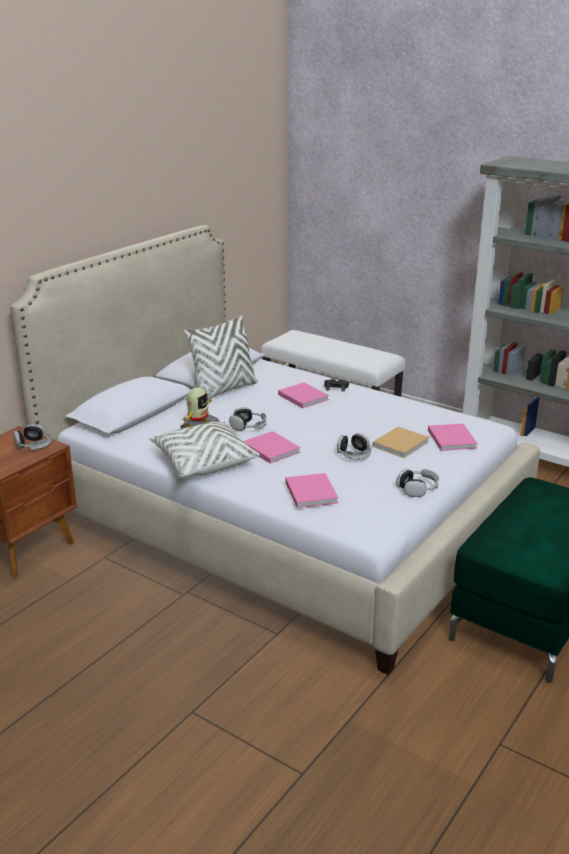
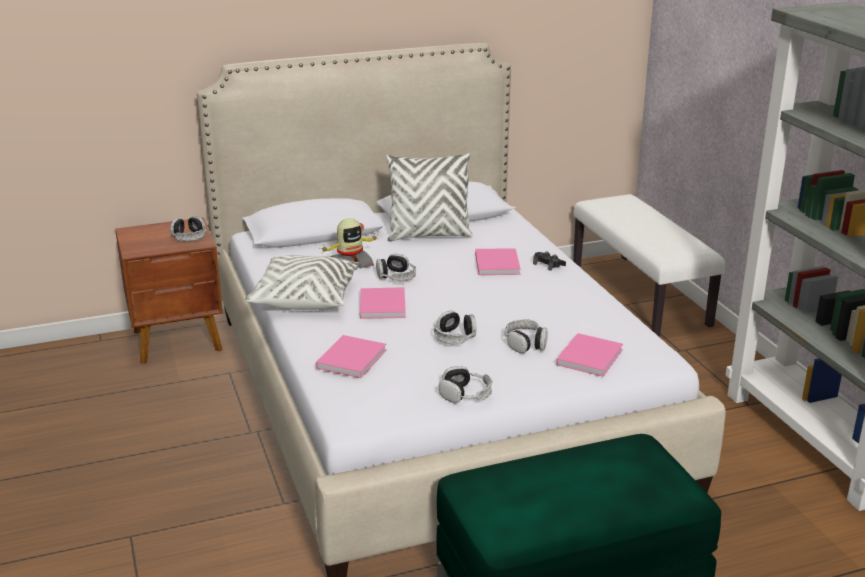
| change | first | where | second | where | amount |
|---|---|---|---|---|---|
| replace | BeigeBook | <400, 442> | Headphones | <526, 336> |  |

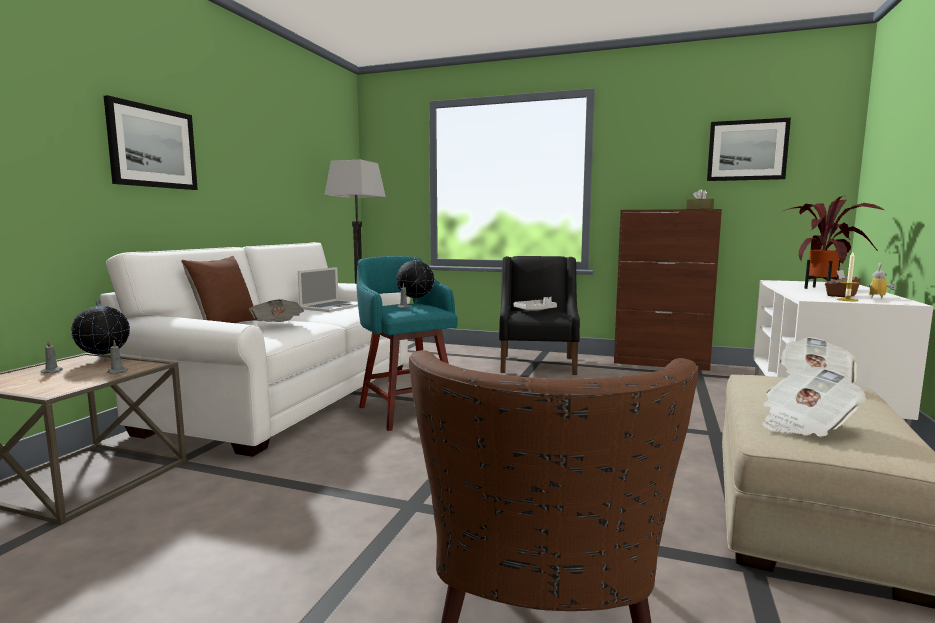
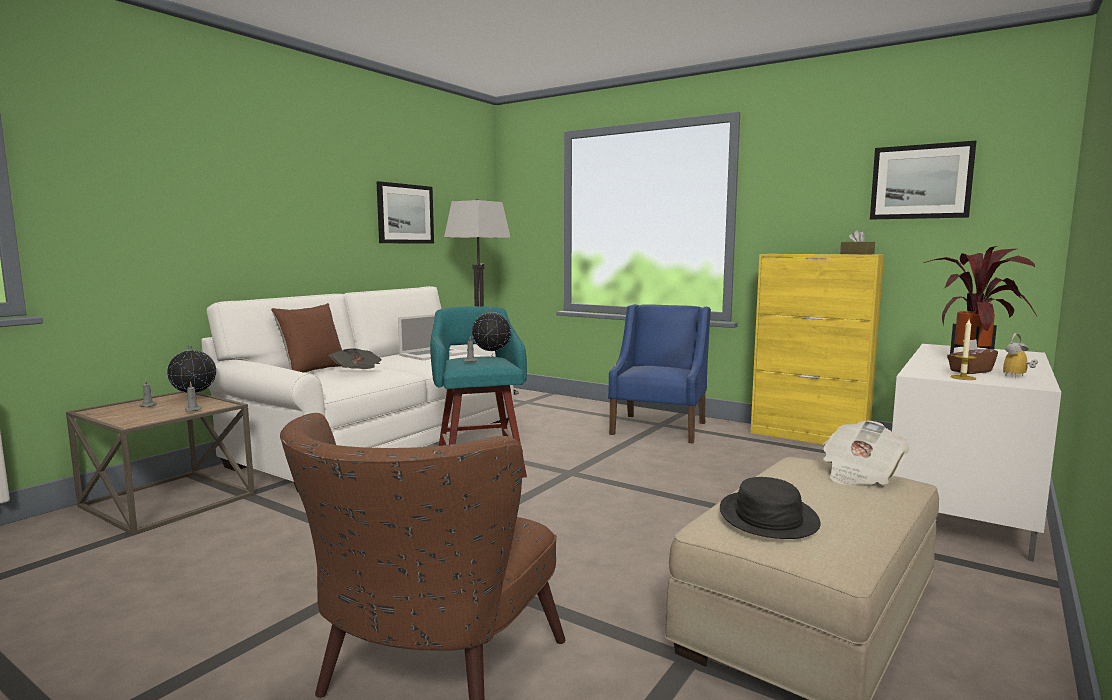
| change | first | where | second | where | amount |
|---|---|---|---|---|---|
| move | Picture | <151, 142> |  | <405, 212> |  |
| recolor | BrownCabinet | <668, 290> | YellowCabinet | <817, 349> |  |
| recolor | BlackArmchair | <539, 315> | BlueArmchair | <659, 374> |  |
| delete | GreyTray | <535, 304> |  |  |  |
| replace | Newspaper | <814, 403> | BlackHat | <770, 508> |  |

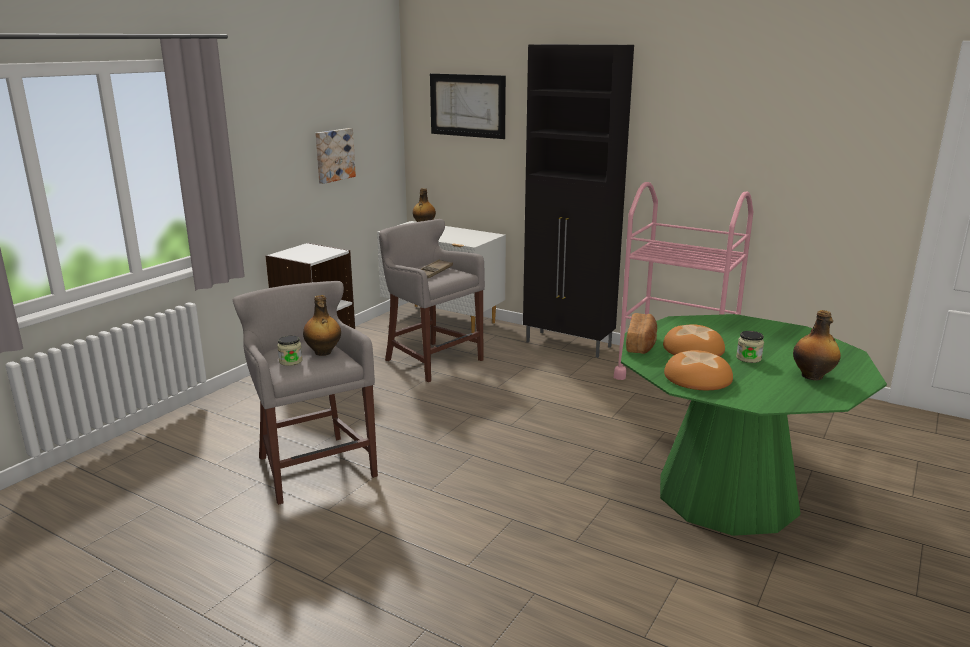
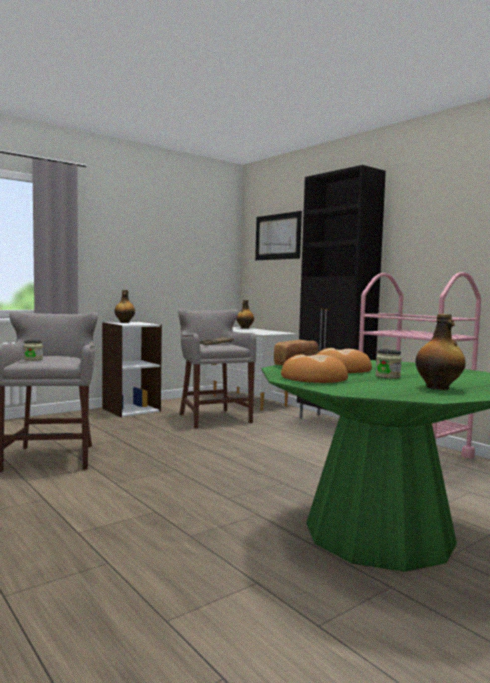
| change | first | where | second | where | amount |
|---|---|---|---|---|---|
| delete | Picture | <335, 156> |  |  |  |
| move | Bottle | <322, 325> |  | <125, 306> |  |

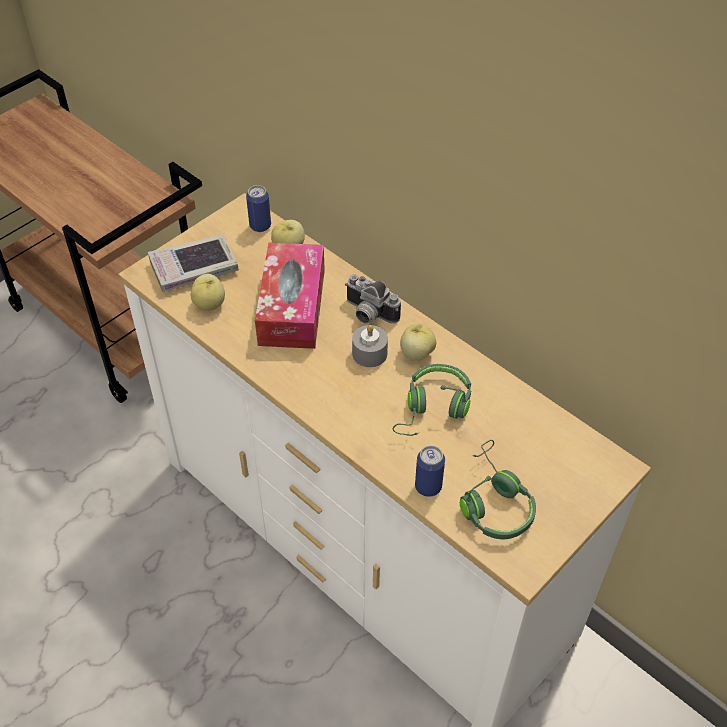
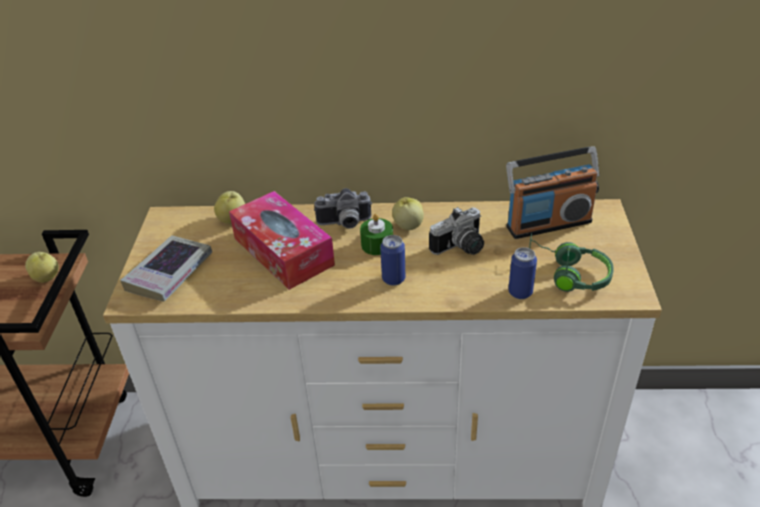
| change | first | where | second | where | amount |
|---|---|---|---|---|---|
| move | Can | <258, 208> |  | <392, 260> |  |
| move | Apple | <208, 292> |  | <42, 267> |  |
| recolor | GreyCandle | <370, 346> | GreenCandle | <376, 234> |  |
| replace | GreenHeadphones | <432, 400> | PhotoCamera | <456, 231> |  |
| insert |  |  | Radio | <553, 193> |  |

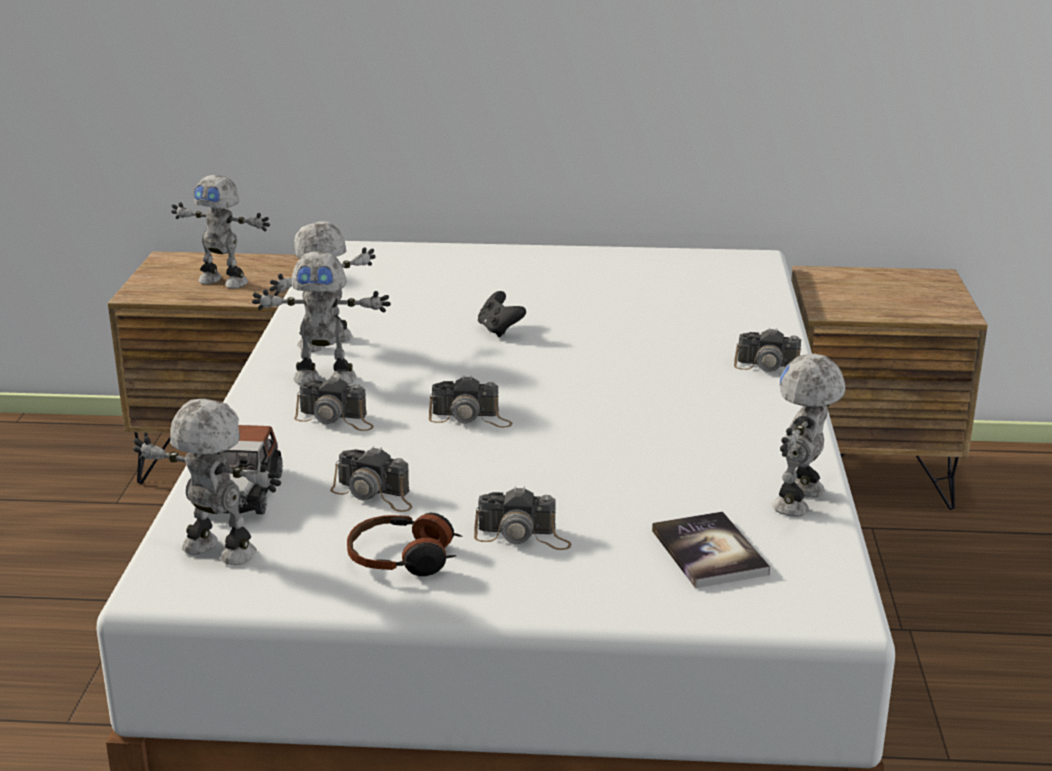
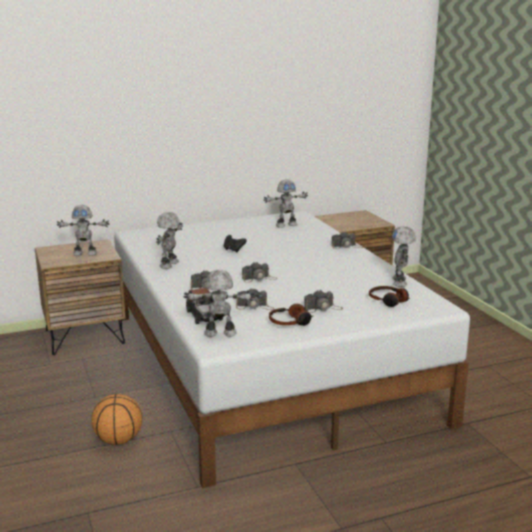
| change | first | where | second | where | amount |
|---|---|---|---|---|---|
| move | ToyRobot | <321, 318> |  | <286, 203> |  |
| replace | Book | <711, 549> | Headphones | <389, 296> |  |
| insert |  |  | Basketball | <116, 419> |  |

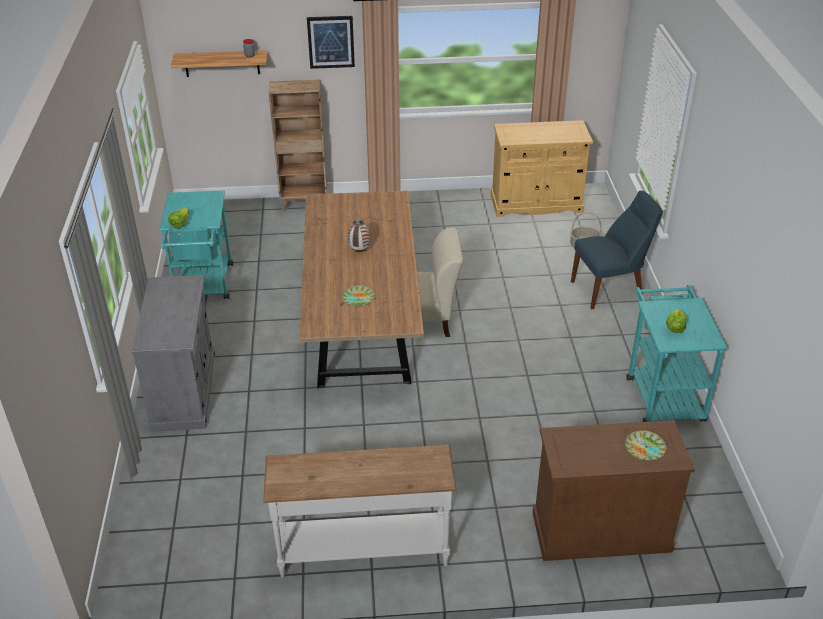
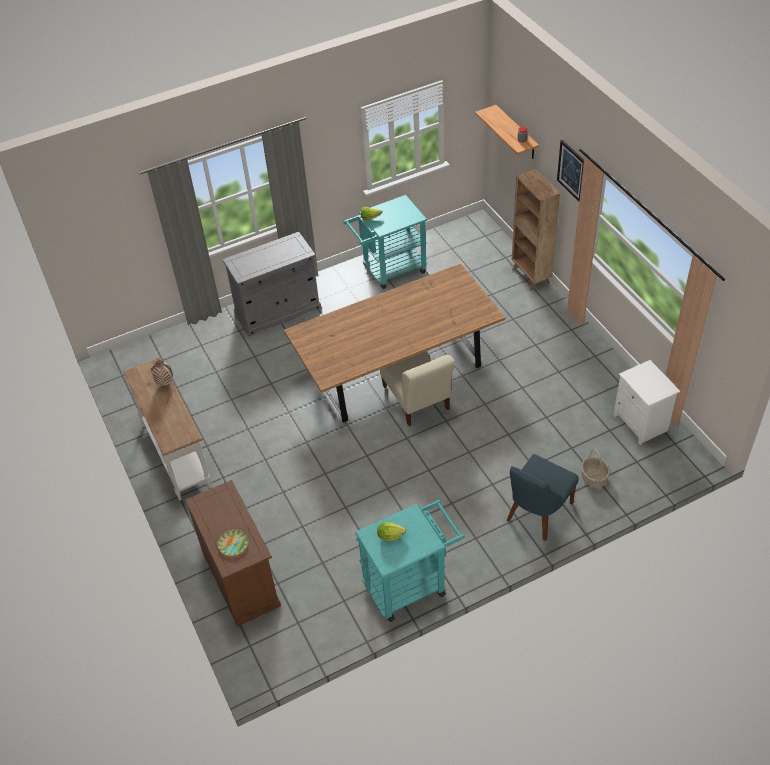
| change | first | where | second | where | amount |
|---|---|---|---|---|---|
| replace | BeigeCabinet | <542, 168> | WhiteNightstand | <646, 402> |  |
| rotate | BlueChair | <617, 250> |  | <542, 497> | 75 degrees clockwise |
| move | Vase | <359, 235> |  | <162, 373> |  |
| delete | Plate | <358, 295> |  |  |  |

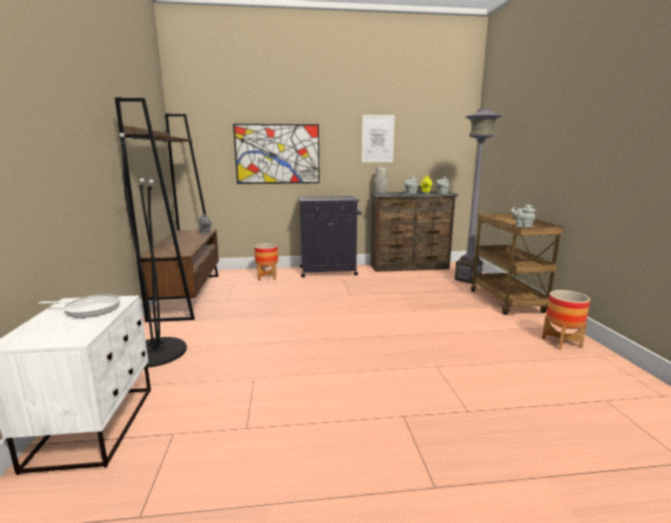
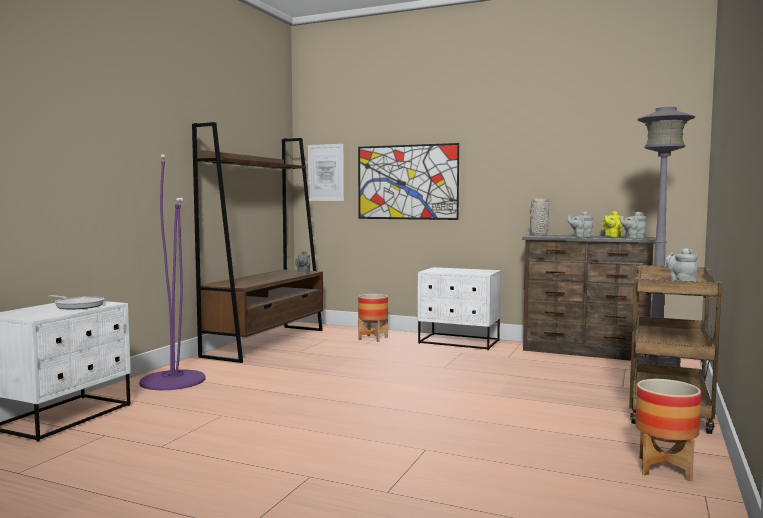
| change | first | where | second | where | amount |
|---|---|---|---|---|---|
| move | Picture | <378, 138> |  | <326, 172> |  |
| recolor | BlackFloorLamp | <153, 250> | PurpleFloorLamp | <172, 272> |  |
| replace | BlackCabinet | <329, 237> | WhiteNightstand | <459, 308> |  |

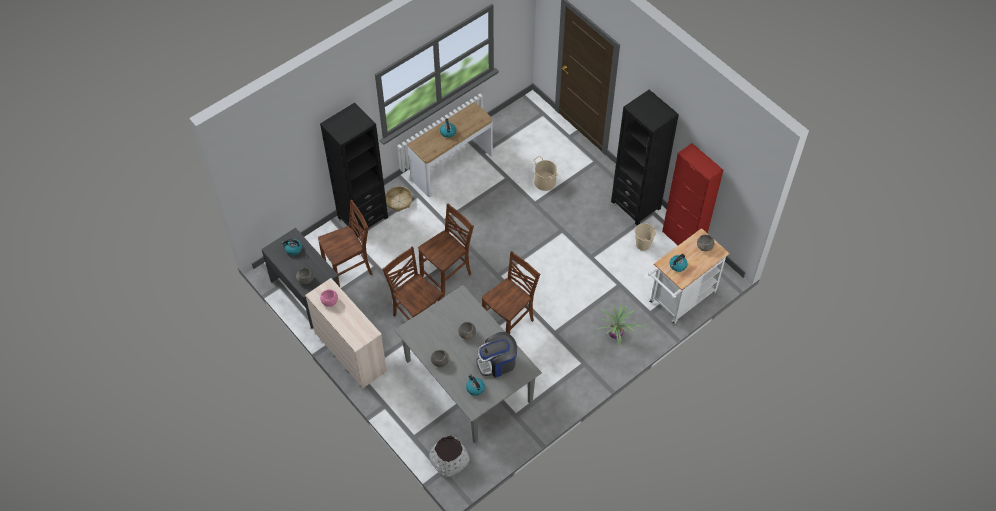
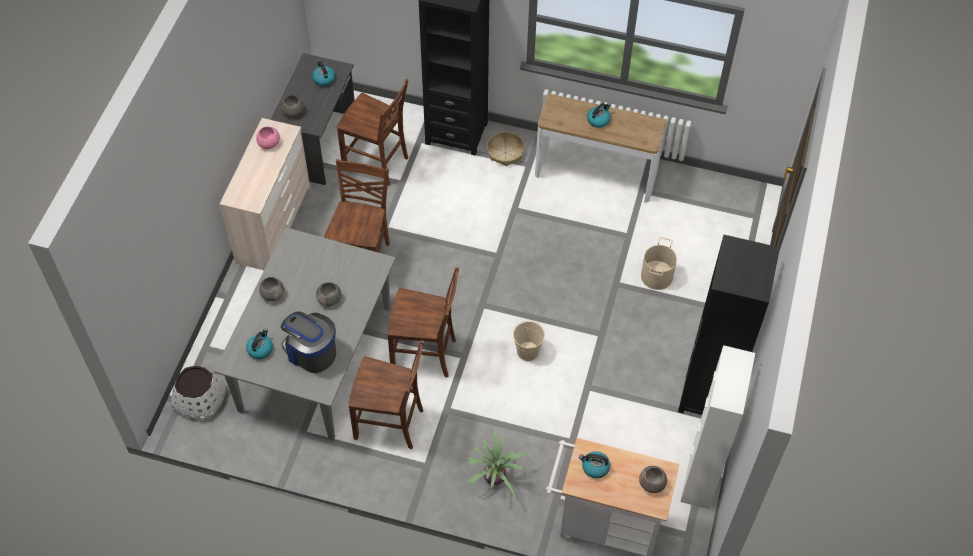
| change | first | where | second | where | amount |
|---|---|---|---|---|---|
| recolor | RedCabinet | <692, 194> | WhiteCabinet | <717, 427> |  |
| move | BrownChair | <446, 250> |  | <386, 395> |  |
| move | BeigeBucket | <645, 237> |  | <529, 341> |  |

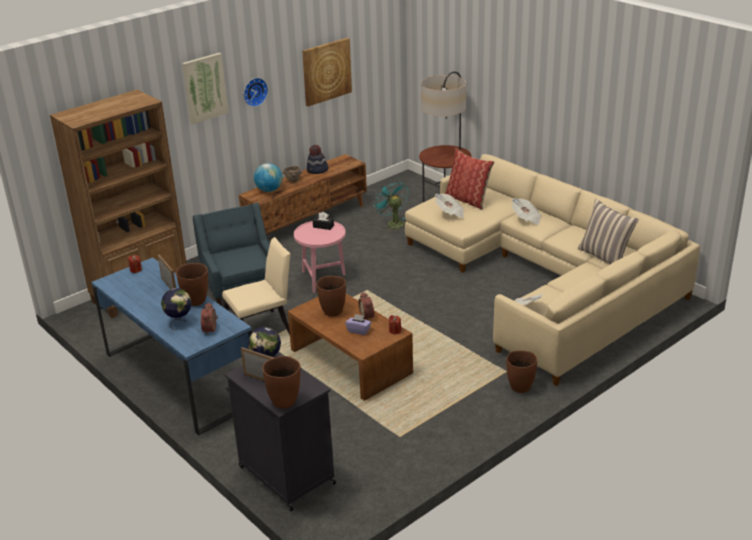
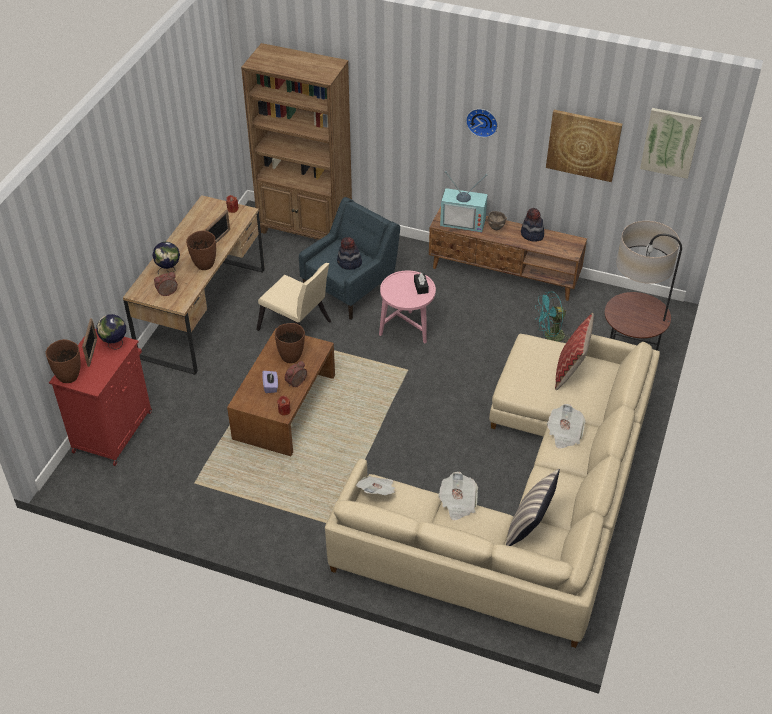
| change | first | where | second | where | amount |
|---|---|---|---|---|---|
| move | Picture | <205, 88> |  | <671, 143> |  |
| replace | Globe | <268, 177> | Television | <464, 201> |  |
| rotate | TurquoiseFan | <391, 205> |  | <553, 317> | 135 degrees counterclockwise |
| move | Newspaper | <449, 206> |  | <458, 496> |  |
| recolor | BlueDesk | <172, 347> | BrownDesk | <194, 285> |  |
| delete | BrownVase | <521, 371> |  |  |  |
| recolor | BlackCabinet | <280, 431> | RedCabinet | <100, 397> |  |
| insert |  |  | Hat | <349, 253> |  |

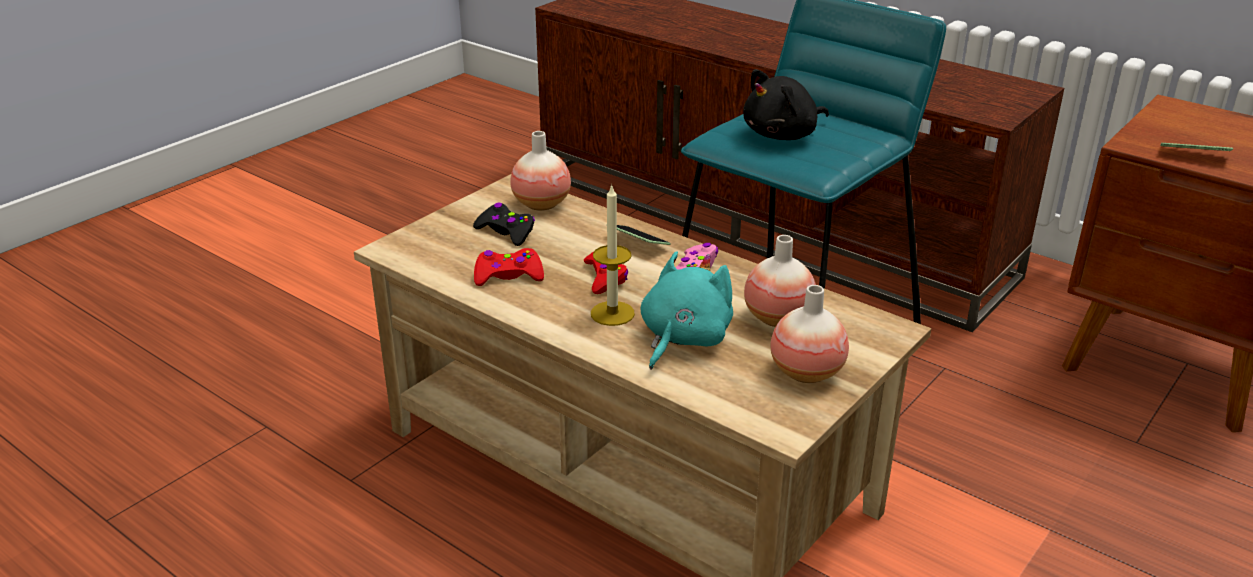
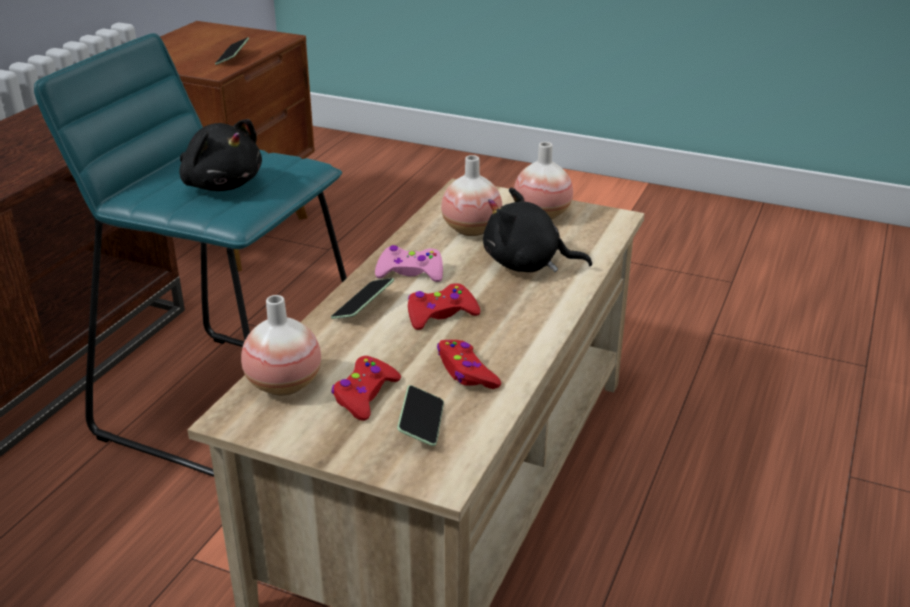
| change | first | where | second | where | amount |
|---|---|---|---|---|---|
| delete | Candle | <613, 255> |  |  |  |
| recolor | BlackGameController | <504, 224> | RedGameController | <366, 388> |  |
| recolor | TurquoisePlushToy | <687, 310> | BlackPlushToy | <537, 229> |  |
| insert |  |  | Phone | <420, 415> |  |

